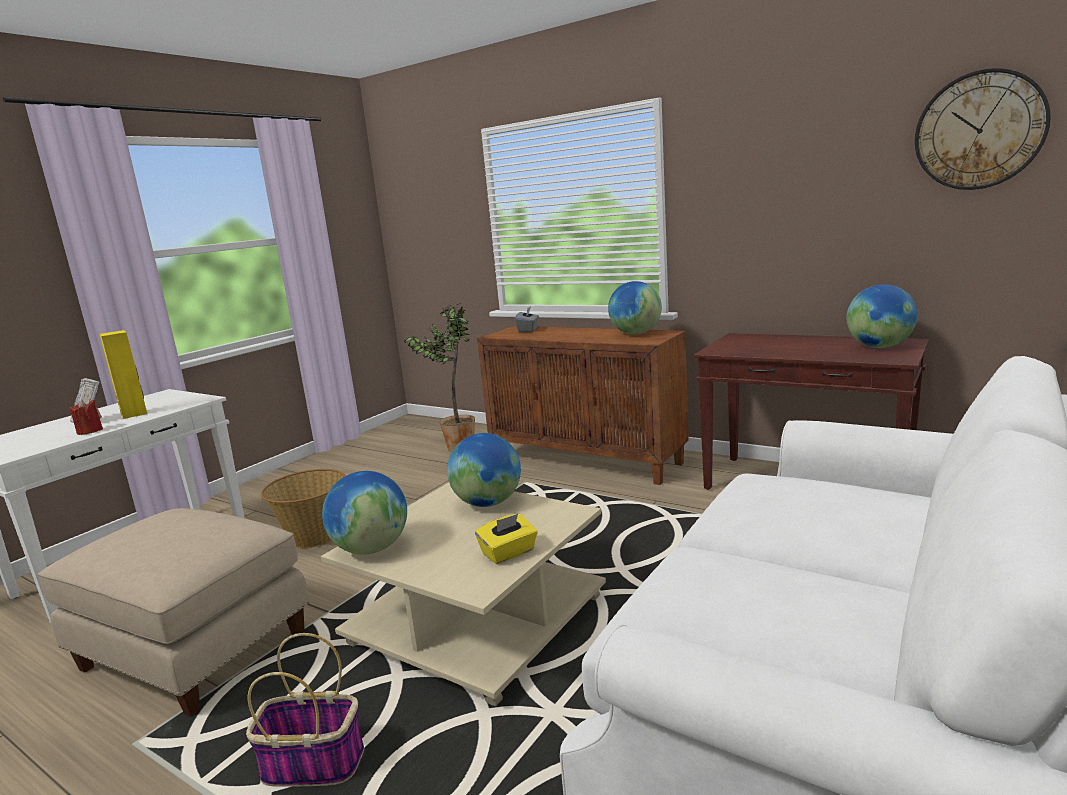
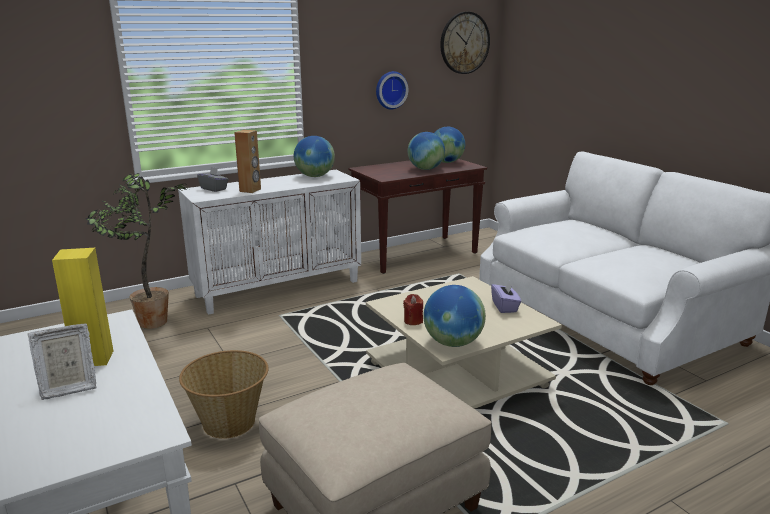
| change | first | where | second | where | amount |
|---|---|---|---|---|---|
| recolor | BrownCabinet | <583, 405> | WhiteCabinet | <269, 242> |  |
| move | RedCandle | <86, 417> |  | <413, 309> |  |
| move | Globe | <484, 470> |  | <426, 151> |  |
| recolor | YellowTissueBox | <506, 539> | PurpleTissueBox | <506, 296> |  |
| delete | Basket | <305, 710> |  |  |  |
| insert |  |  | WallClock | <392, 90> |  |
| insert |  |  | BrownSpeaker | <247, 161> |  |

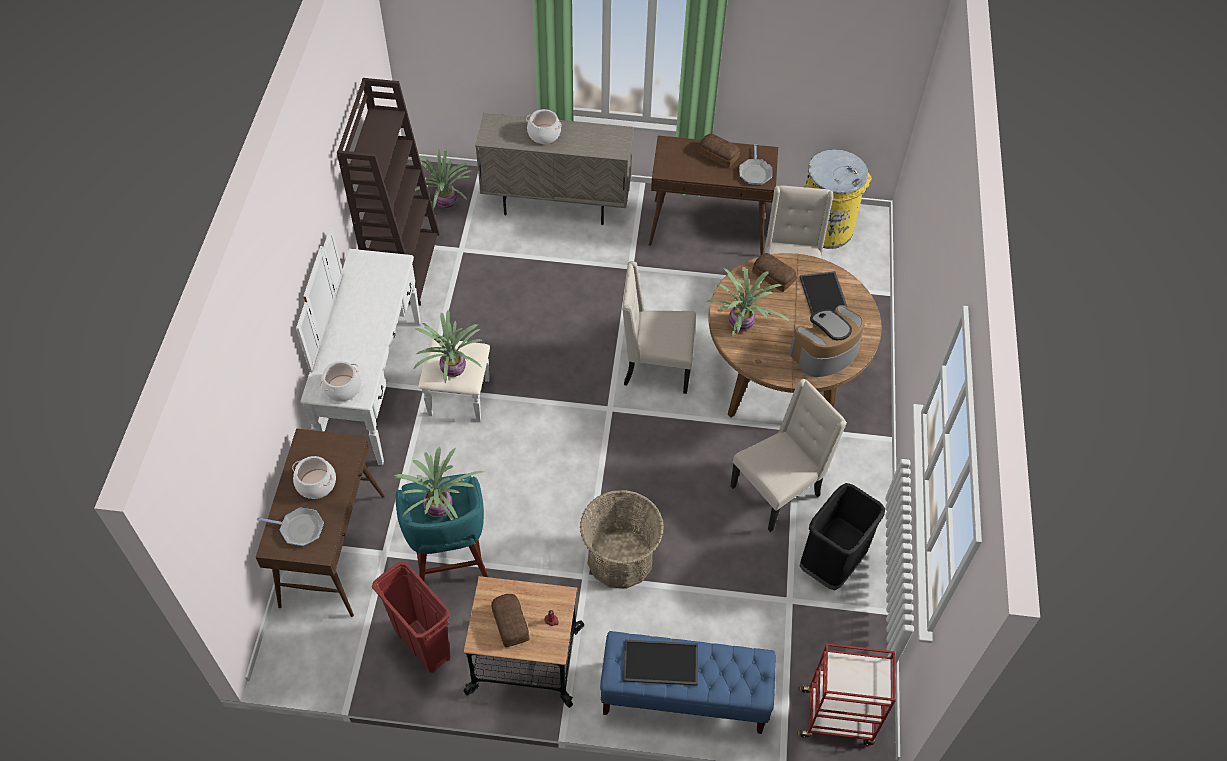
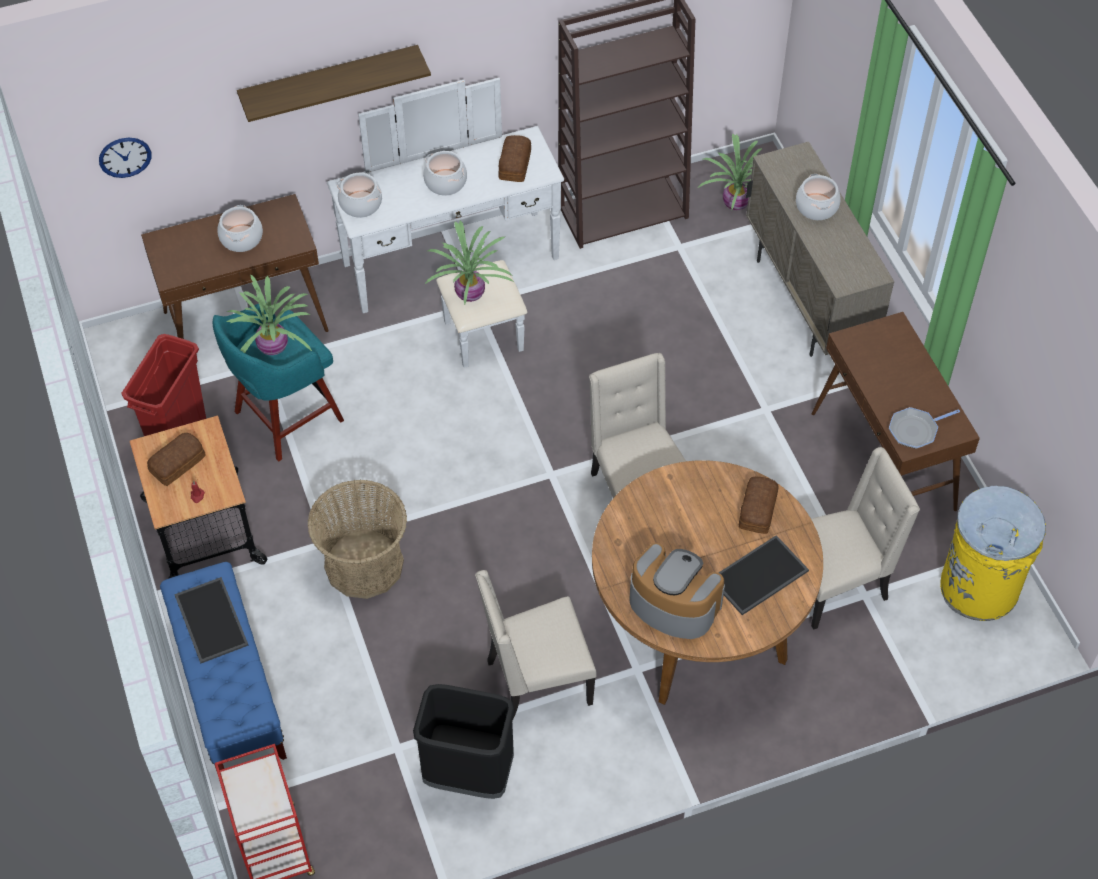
| change | first | where | second | where | amount |
|---|---|---|---|---|---|
| move | Bread | <719, 151> |  | <514, 158> |  |
| delete | PottedPlant | <748, 301> |  |  |  |
| rotate | BeigeChair | <788, 455> |  | <536, 645> | 135 degrees clockwise |
| delete | FryingPan | <290, 526> |  |  |  |
| insert |  |  | Shelf | <334, 83> |  |
| insert |  |  | WallClock | <125, 157> |  |
| insert |  |  | CookingPot | <445, 173> |  |

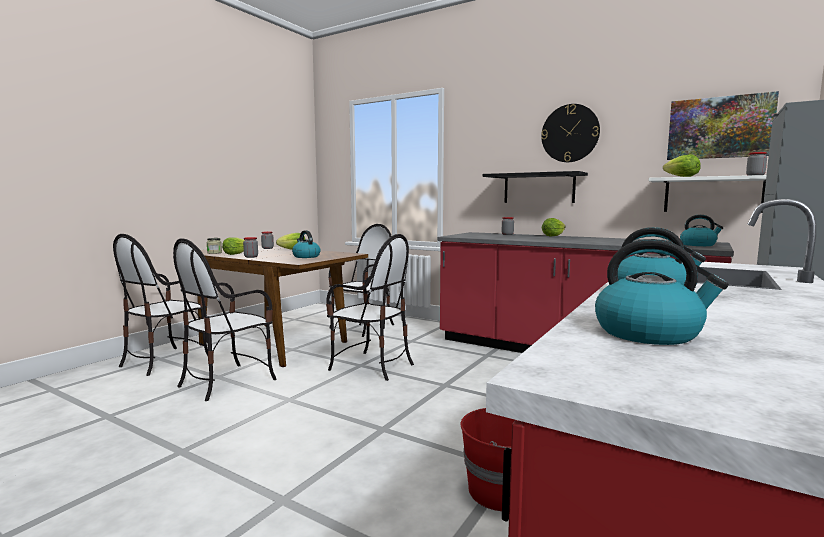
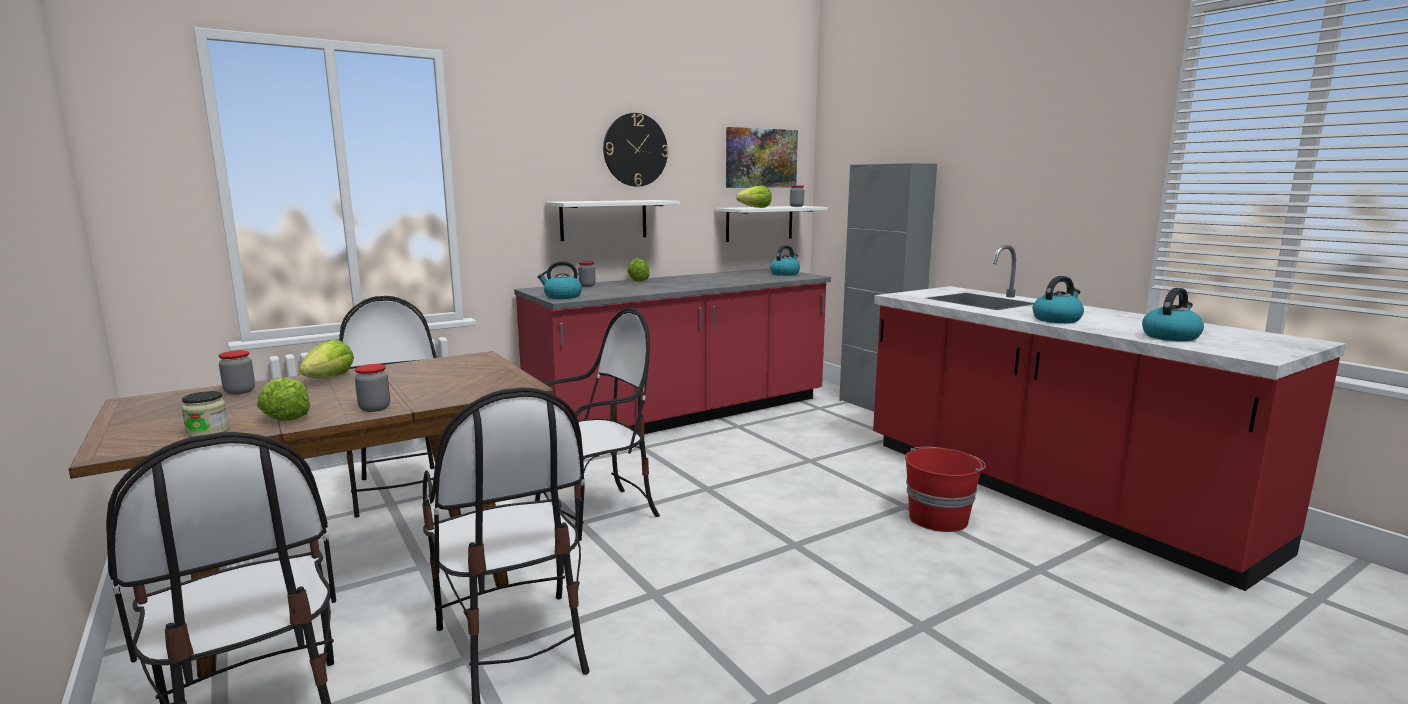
| change | first | where | second | where | amount |
|---|---|---|---|---|---|
| recolor | BlackShelf | <535, 187> | WhiteShelf | <612, 220> |  |
| move | Kettle | <306, 244> |  | <559, 280> |  |

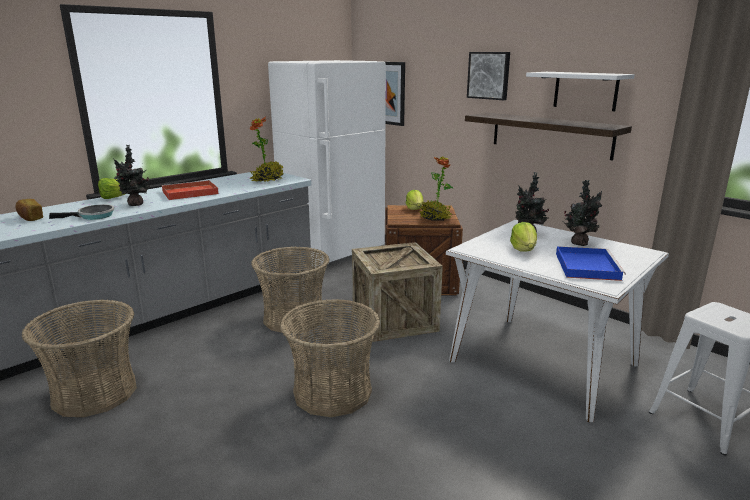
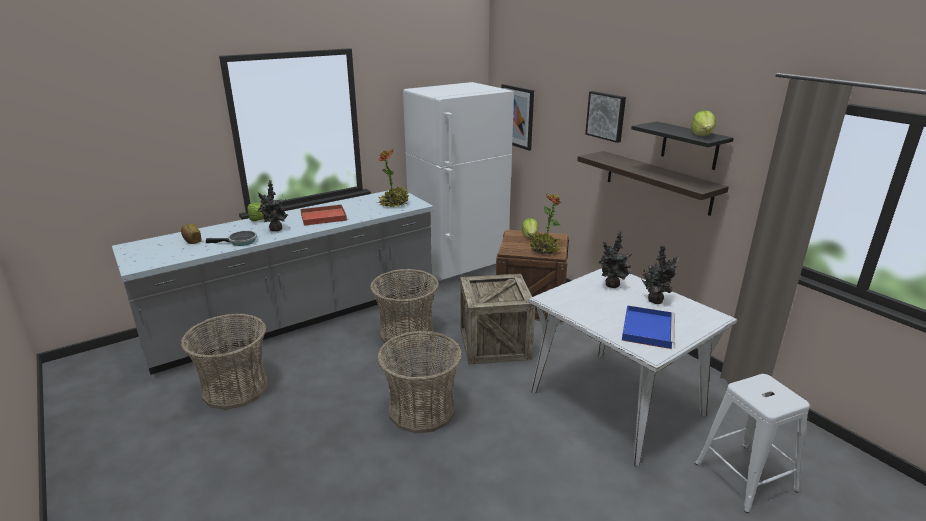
| change | first | where | second | where | amount |
|---|---|---|---|---|---|
| recolor | WhiteShelf | <580, 91> | BlackShelf | <682, 145> |  |
| move | Lettuce | <523, 236> |  | <703, 123> |  |

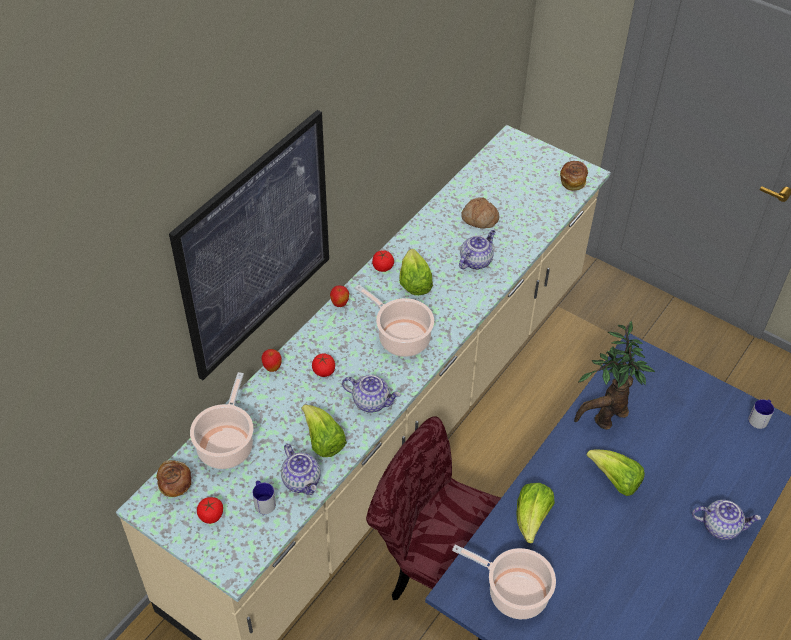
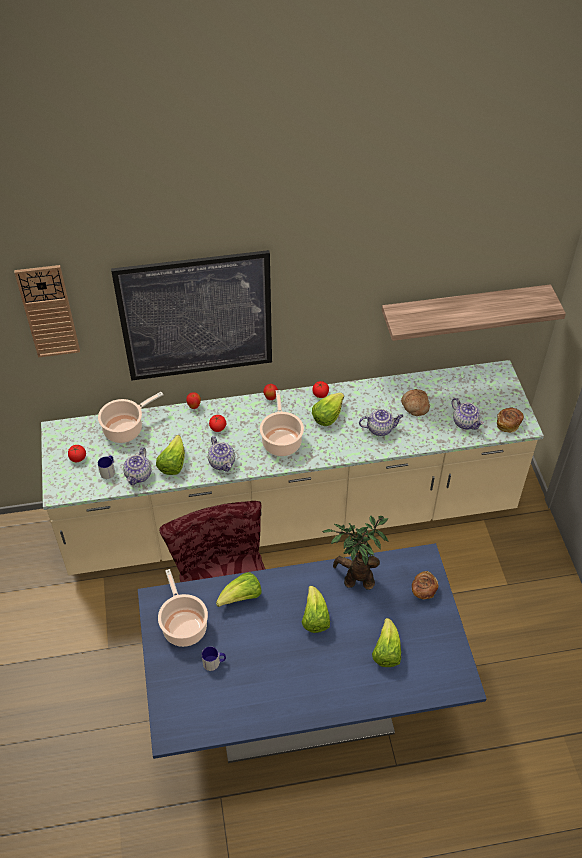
| change | first | where | second | where | amount |
|---|---|---|---|---|---|
| move | Mug | <761, 414> |  | <214, 658> |  |
| move | Bread | <173, 478> |  | <425, 585> |  |
| move | Teapot | <726, 520> |  | <467, 414> |  |
| insert |  |  | WallClock | <47, 311> |  |
| insert |  |  | Shelf | <474, 312> |  |
| insert |  |  | Lettuce | <386, 642> |  |

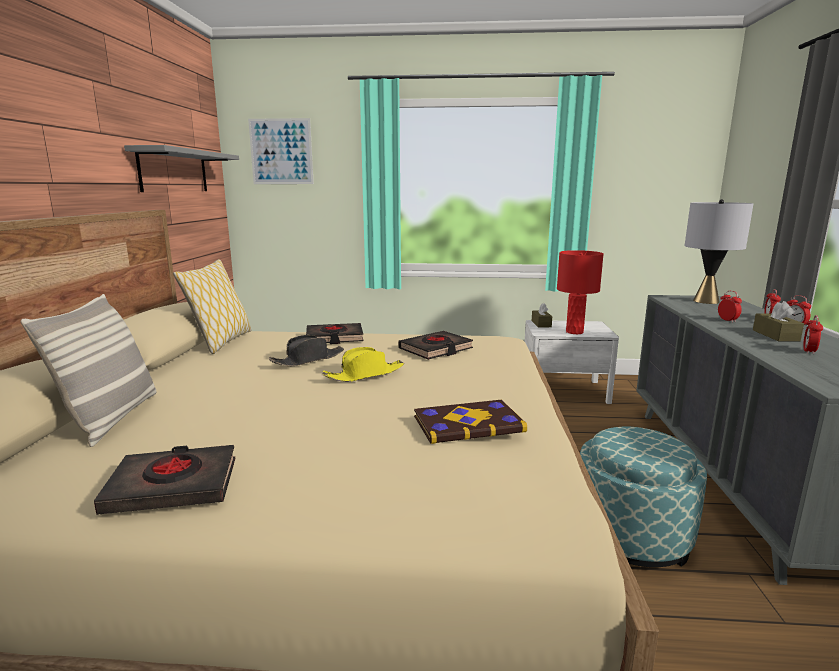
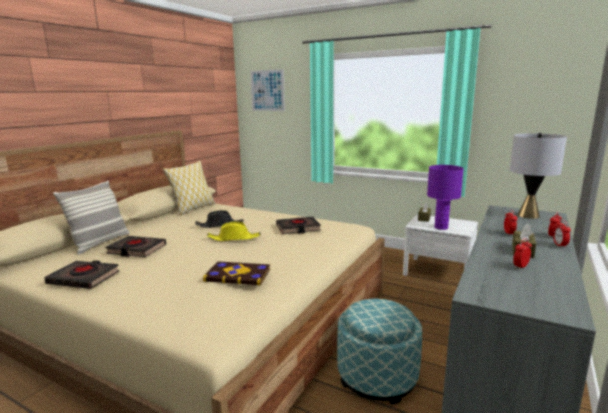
| change | first | where | second | where | amount |
|---|---|---|---|---|---|
| delete | GreyShelf | <181, 168> |  |  |  |
| recolor | RedTableLamp | <580, 292> | PurpleTableLamp | <445, 197> |  |
| move | BlackBook | <334, 333> |  | <135, 246> |  |

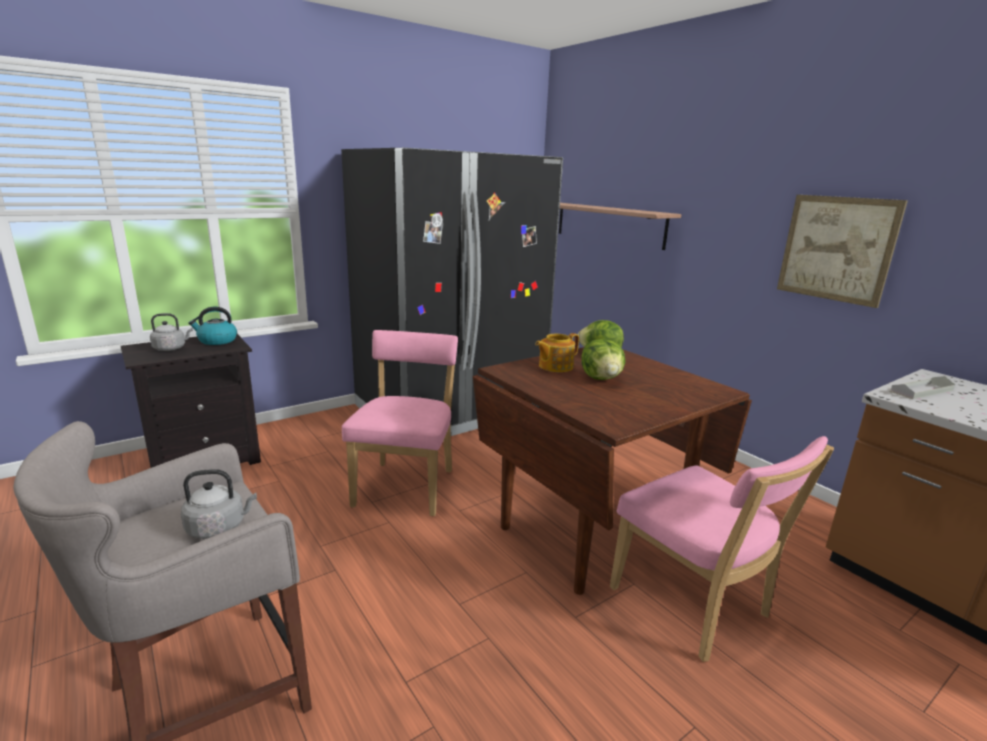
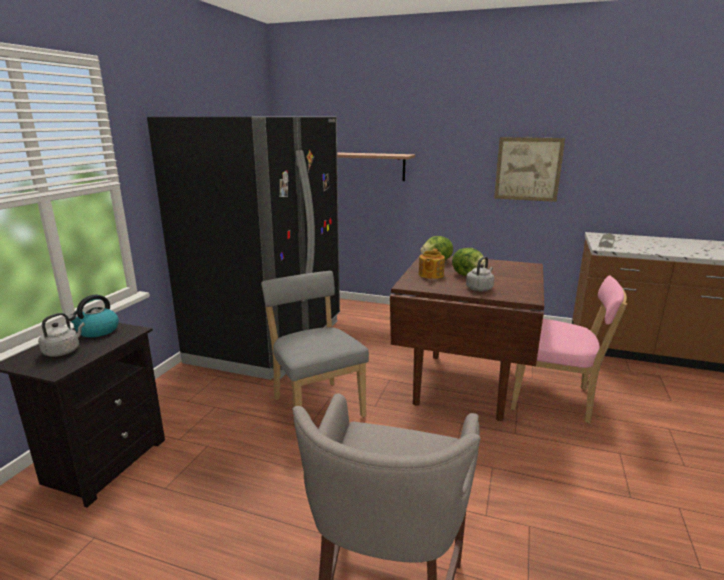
| change | first | where | second | where | amount |
|---|---|---|---|---|---|
| recolor | PinkChair | <400, 423> | GreyChair | <315, 344> |  |
| move | GreyKettle | <219, 504> |  | <480, 274> |  |

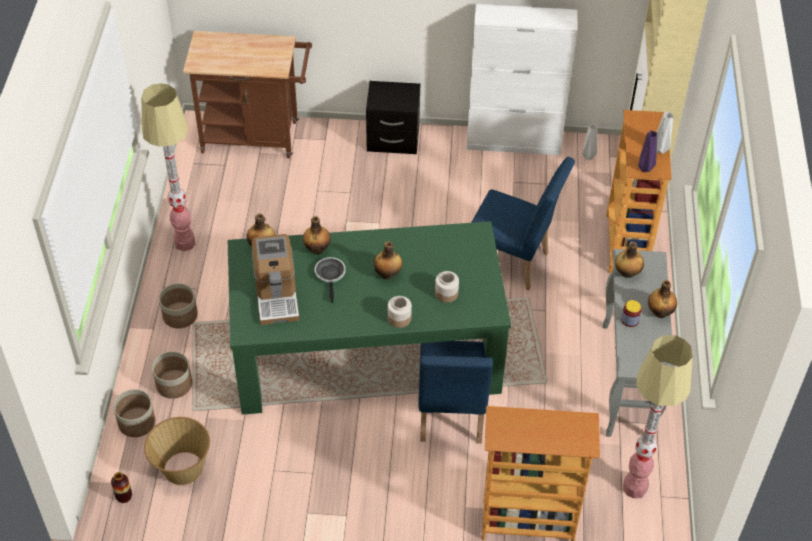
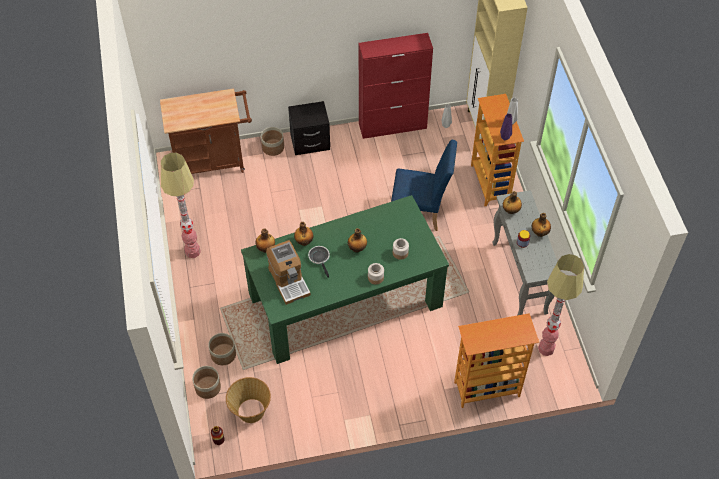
| change | first | where | second | where | amount |
|---|---|---|---|---|---|
| recolor | WhiteCabinet | <522, 79> | RedCabinet | <396, 86> |  |
| move | Planter | <178, 305> |  | <272, 141> |  |
| delete | BlueChair | <455, 392> |  |  |  |

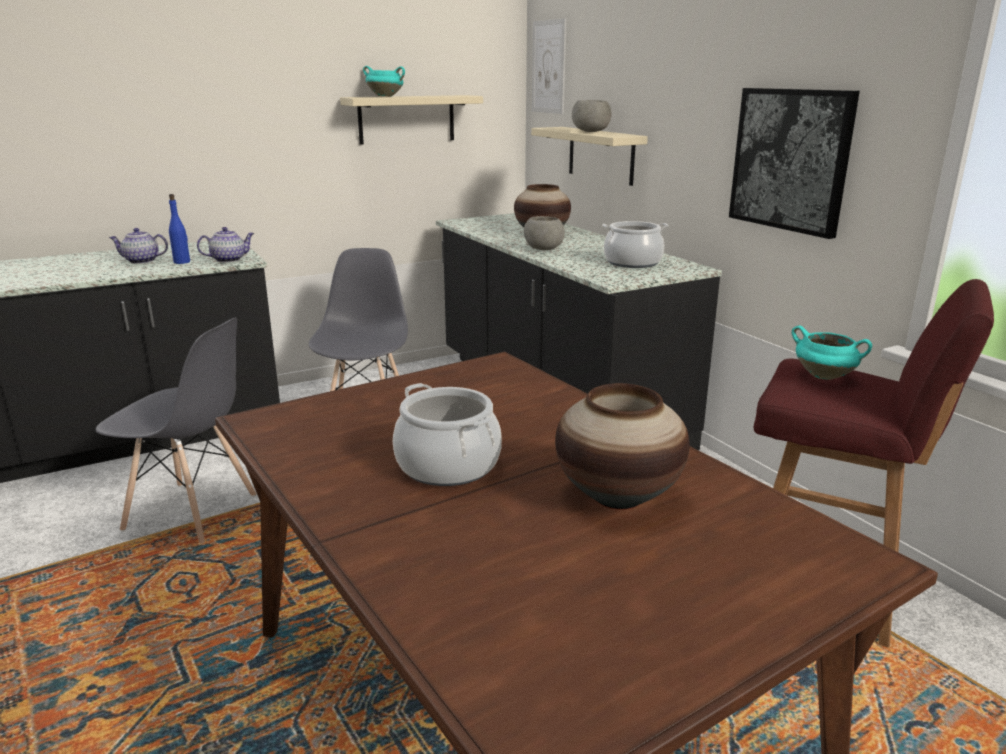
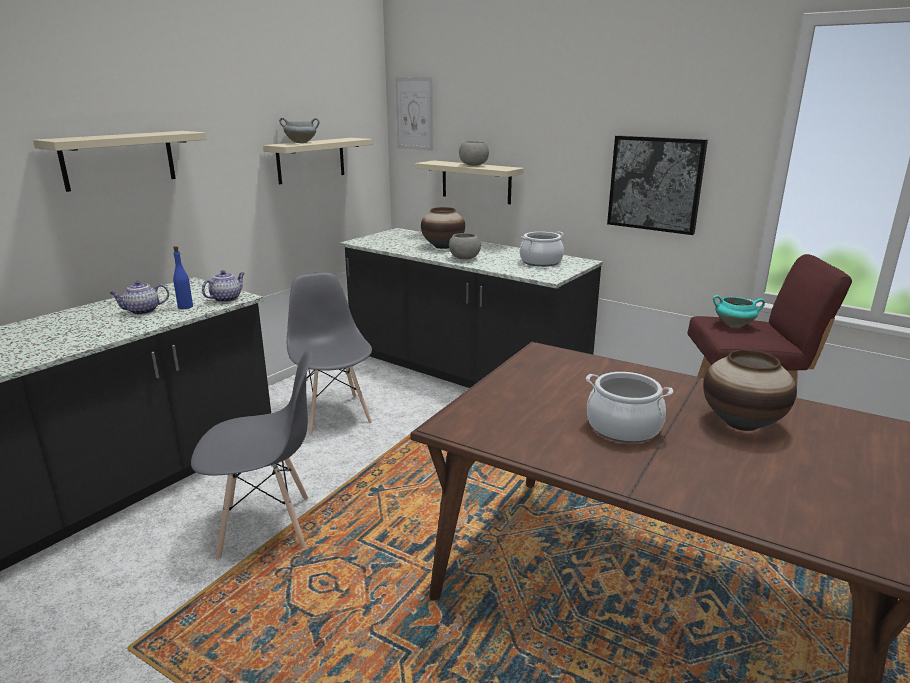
| change | first | where | second | where | amount |
|---|---|---|---|---|---|
| recolor | TurquoiseCookingPot | <384, 81> | GreyCookingPot | <299, 130> |  |
| insert |  |  | BeigeShelf | <119, 161> |  |

